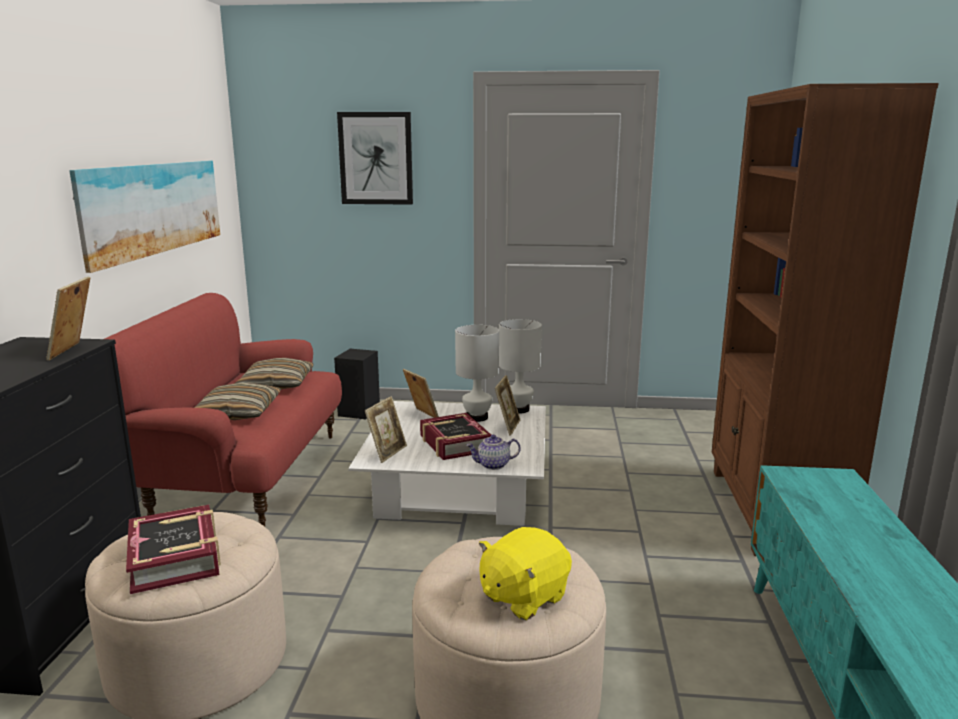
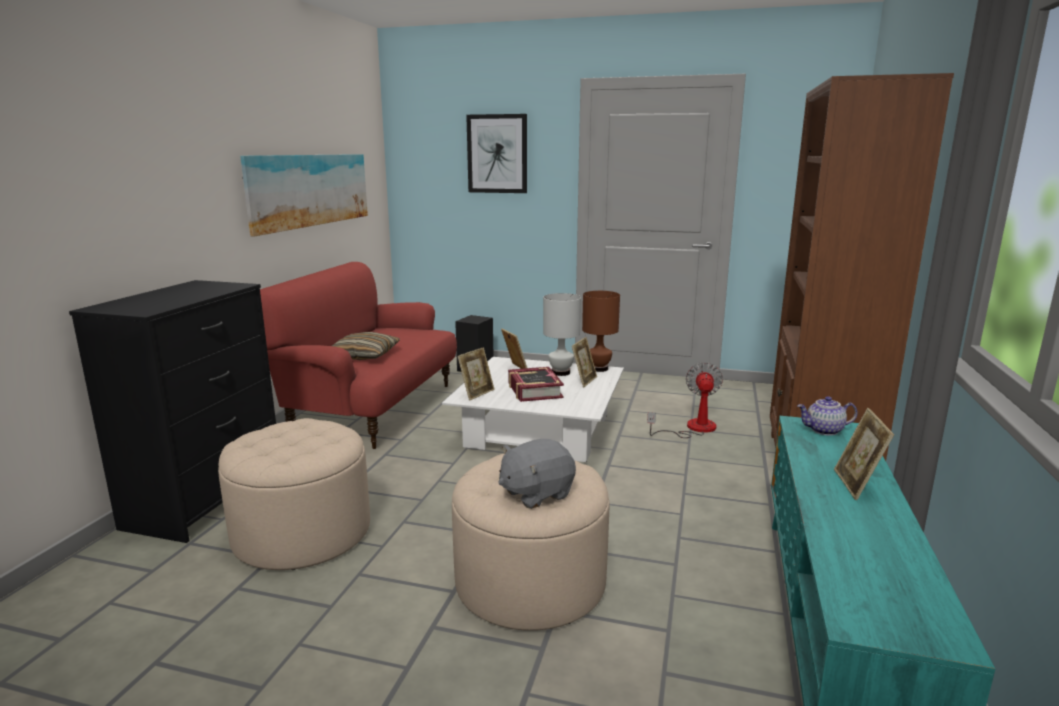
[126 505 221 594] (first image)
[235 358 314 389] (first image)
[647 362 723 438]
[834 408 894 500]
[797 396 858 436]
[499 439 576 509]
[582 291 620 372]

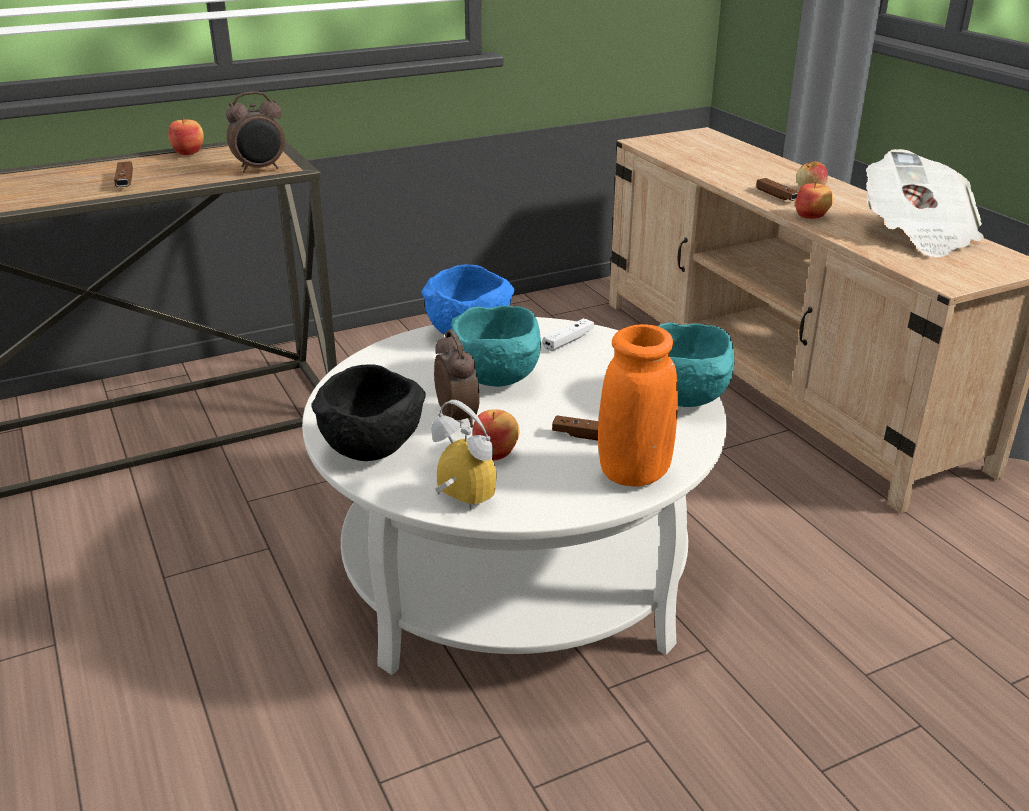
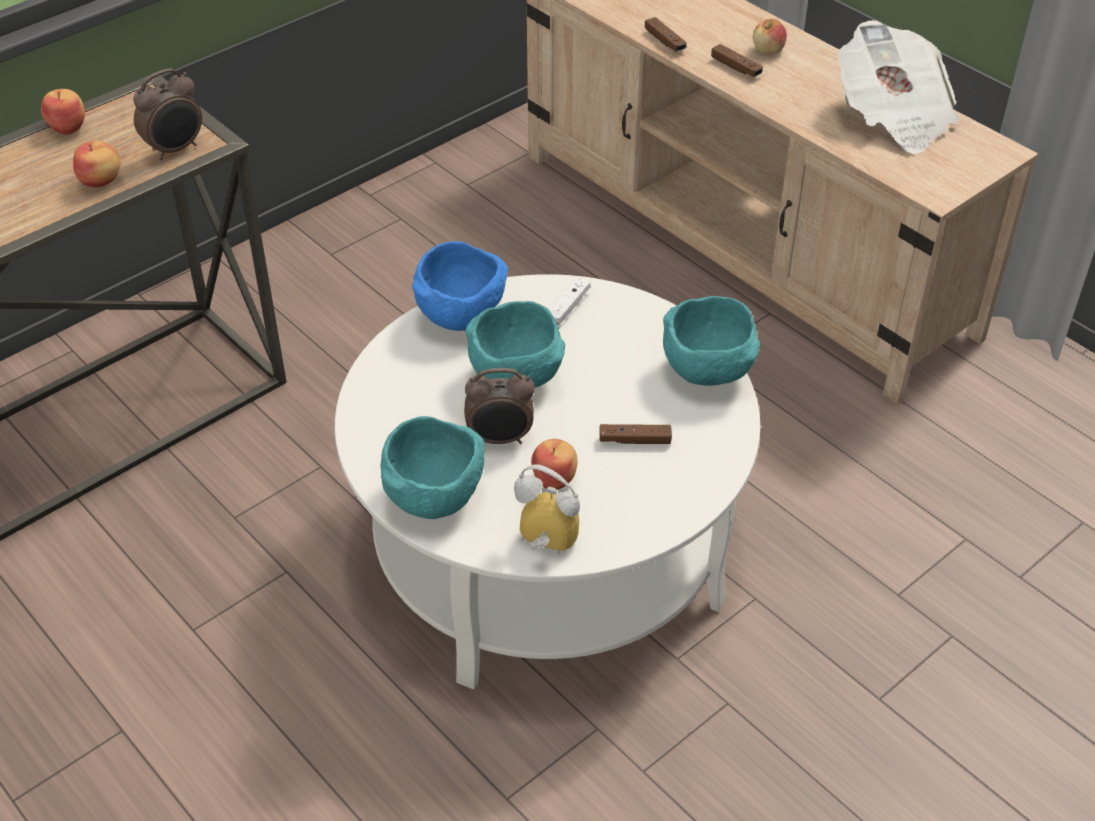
[598 324 678 486] (first image)
[645 17 687 52]
[73 141 120 188]
[381 416 484 519]
[464 368 535 444]

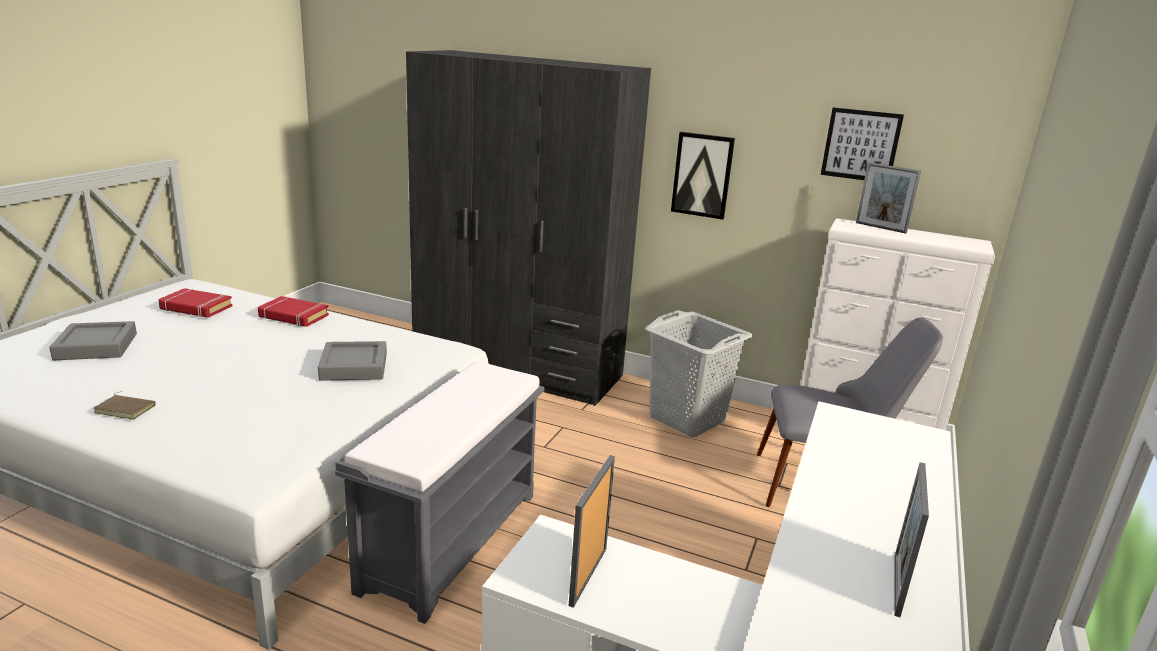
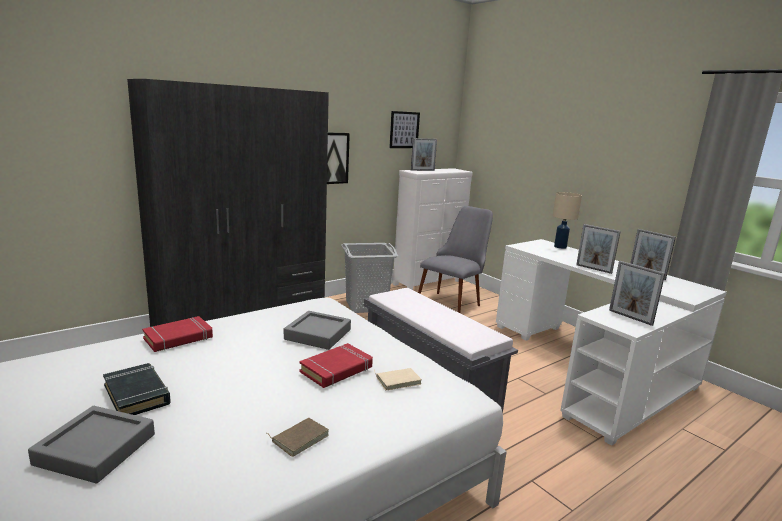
[103 363 171 415]
[374 368 422 390]
[553 192 582 249]
[576 224 621 274]
[299 343 373 388]

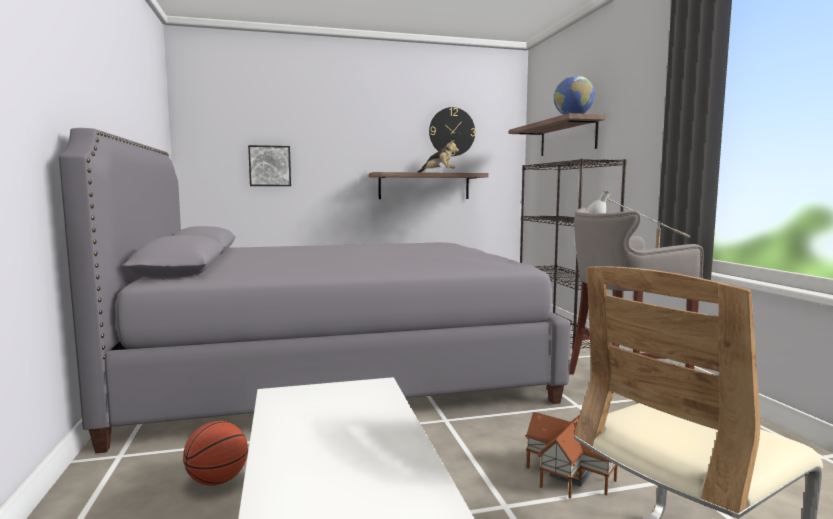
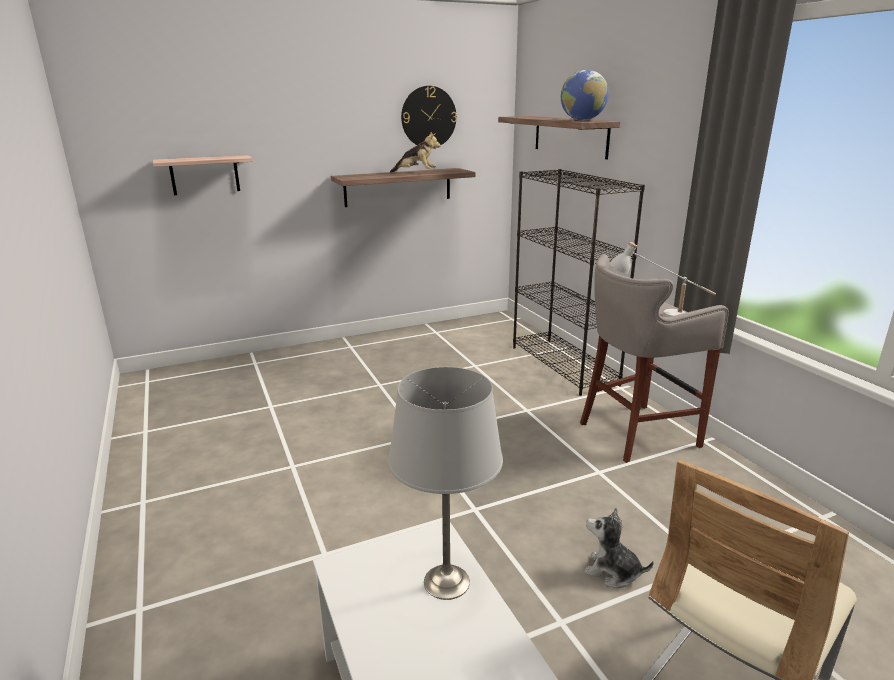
[59 128 571 454] (first image)
[183 421 248 486] (first image)
[388 367 503 600]
[153 155 253 195]
[584 508 654 588]

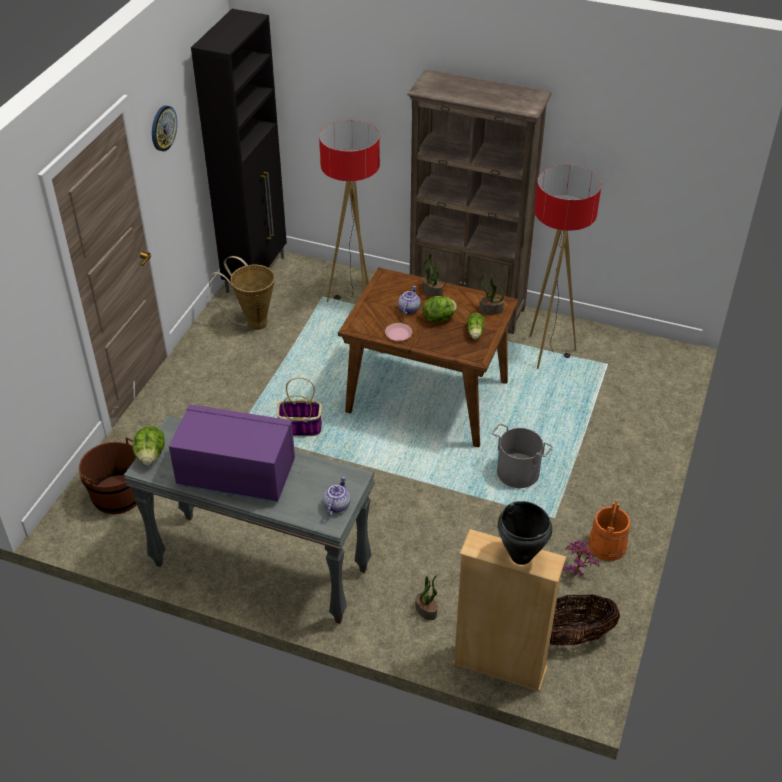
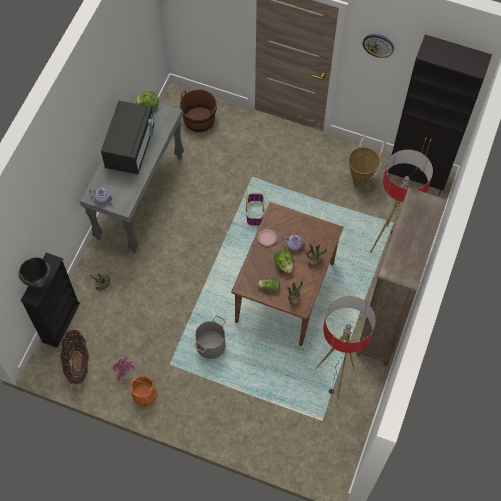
[101 101 154 175]
[21 253 80 348]

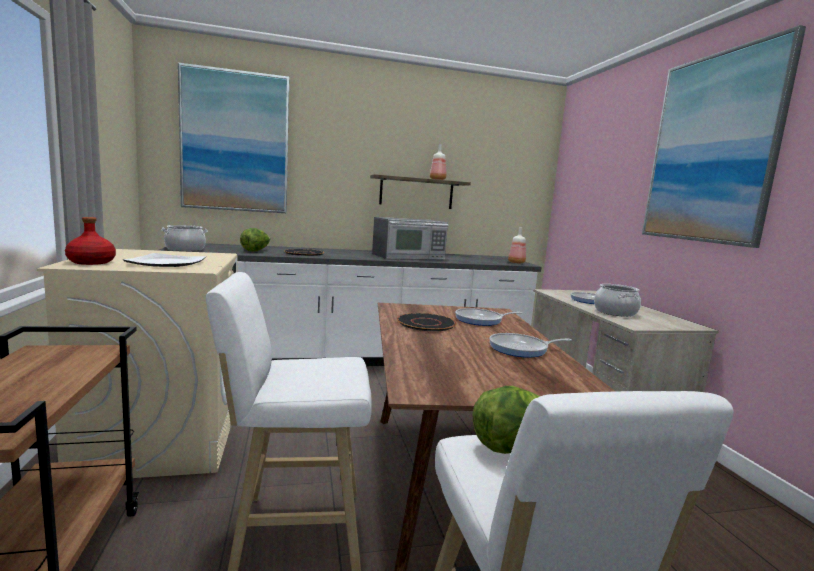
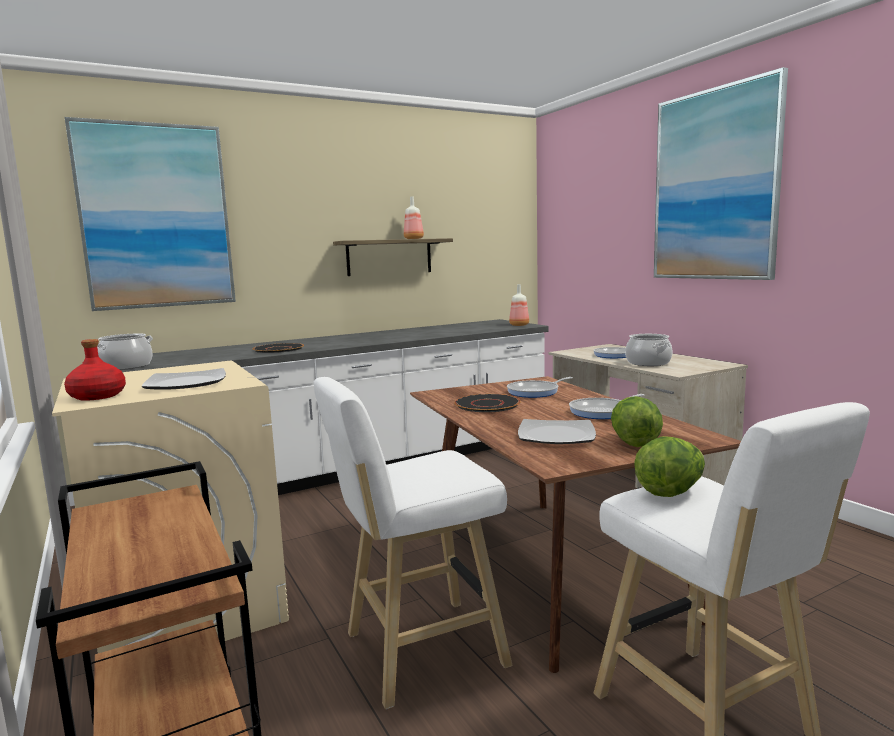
[372 217 449 259] (first image)
[518 419 596 444]
[611 396 663 447]

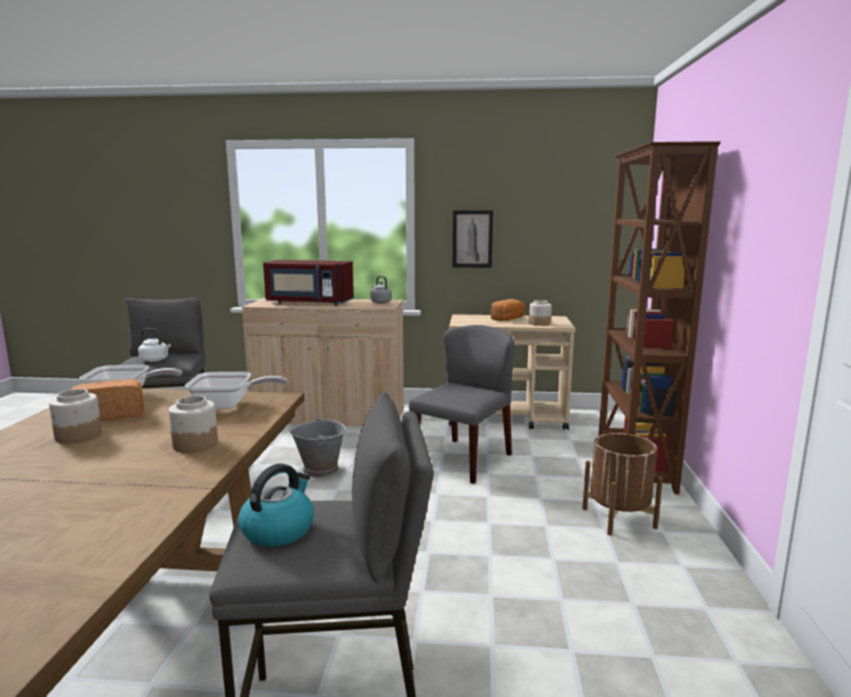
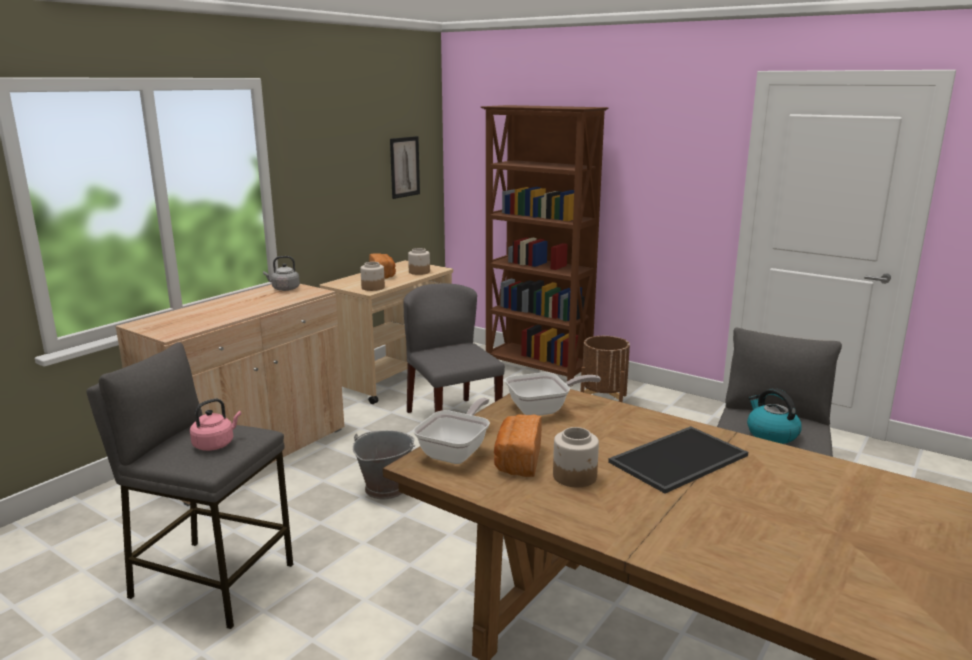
[263 260 354 305] (first image)
[608 426 748 493]
[360 262 385 291]
[390 136 420 199]
[190 398 241 451]
[505 372 601 416]

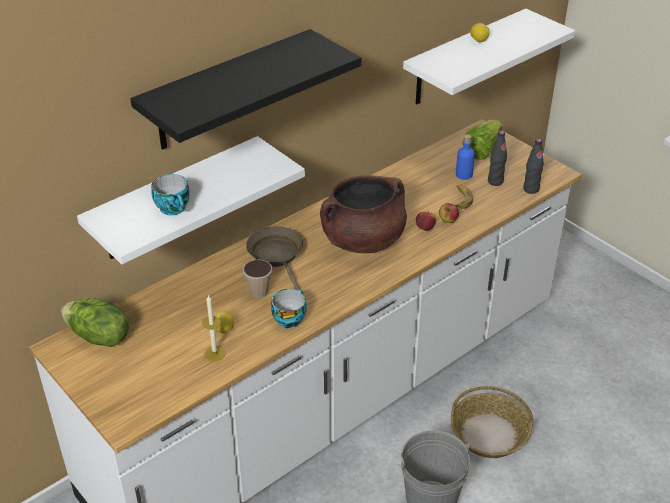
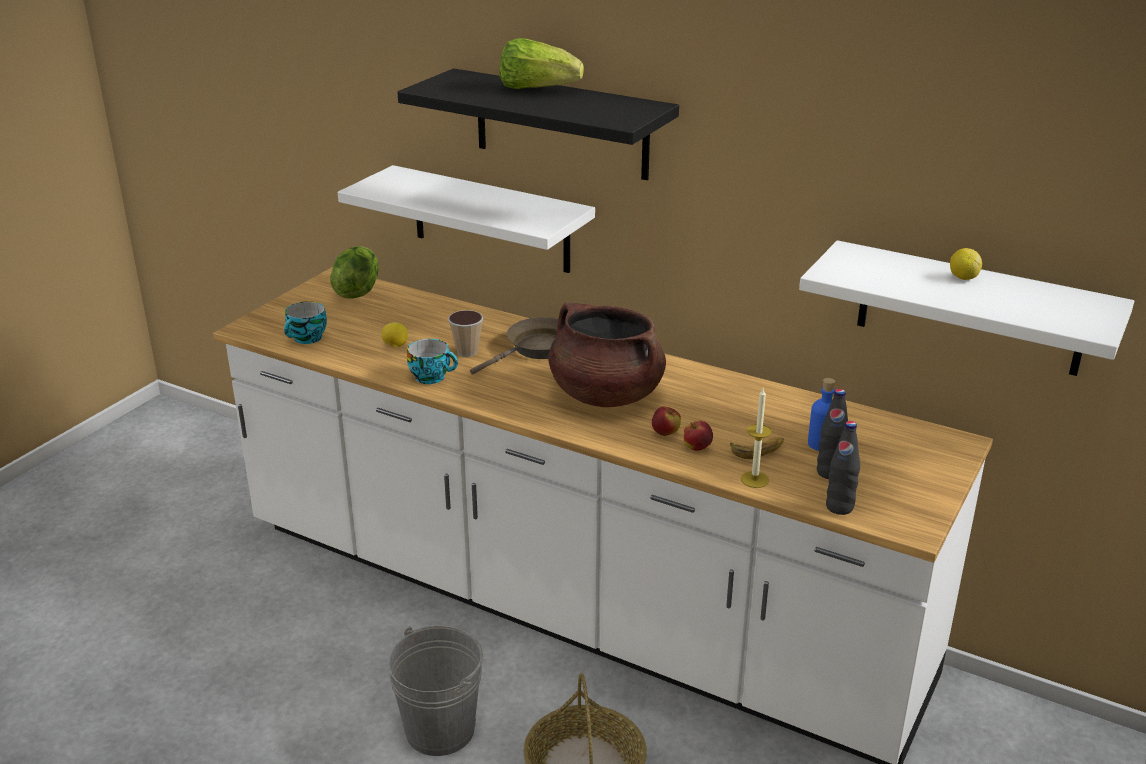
[284 301 327 344]
[741 388 772 488]
[499 38 584 89]

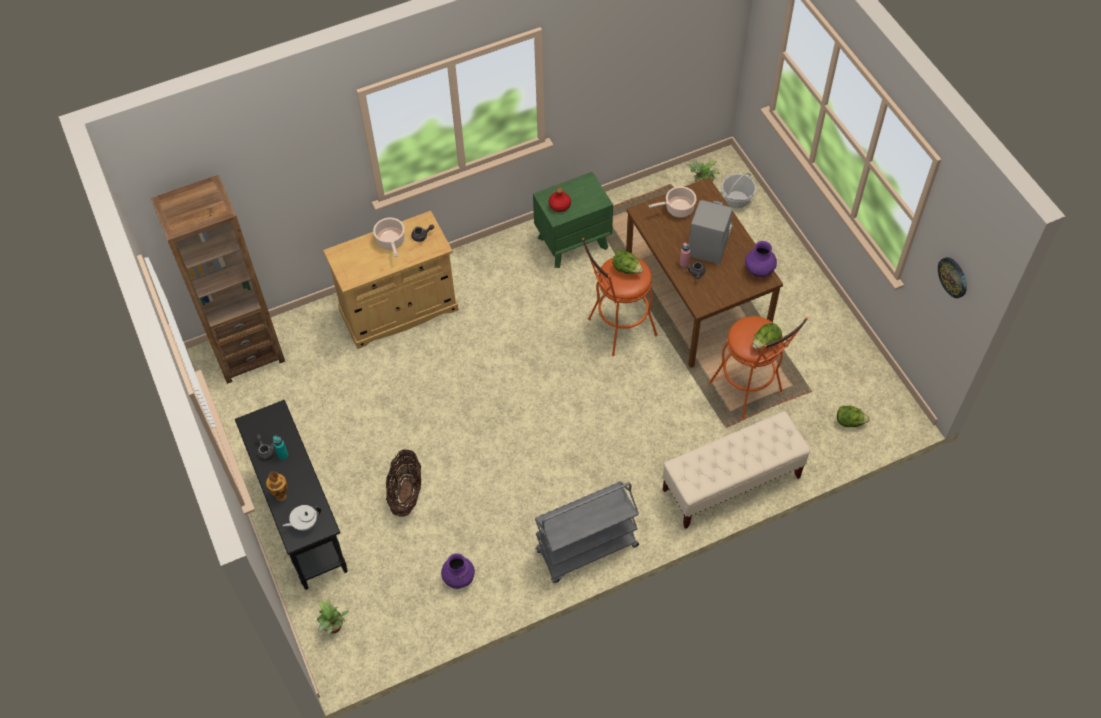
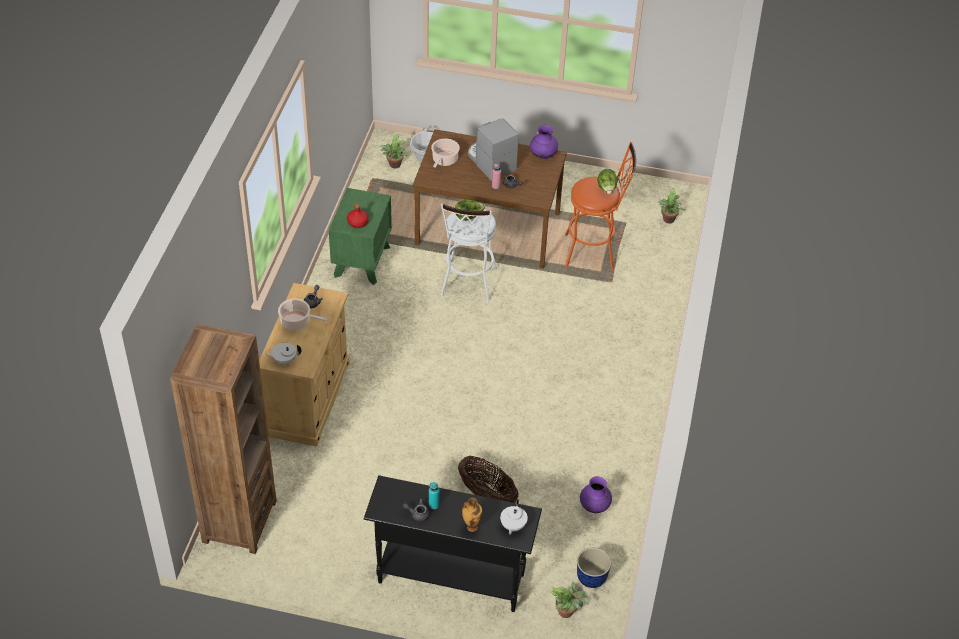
[535 481 639 583] (first image)
[663 411 810 529] (first image)
[938 257 967 298] (first image)
[264 343 301 365]
[577 548 611 588]
[658 188 685 224]
[441 204 497 303]

